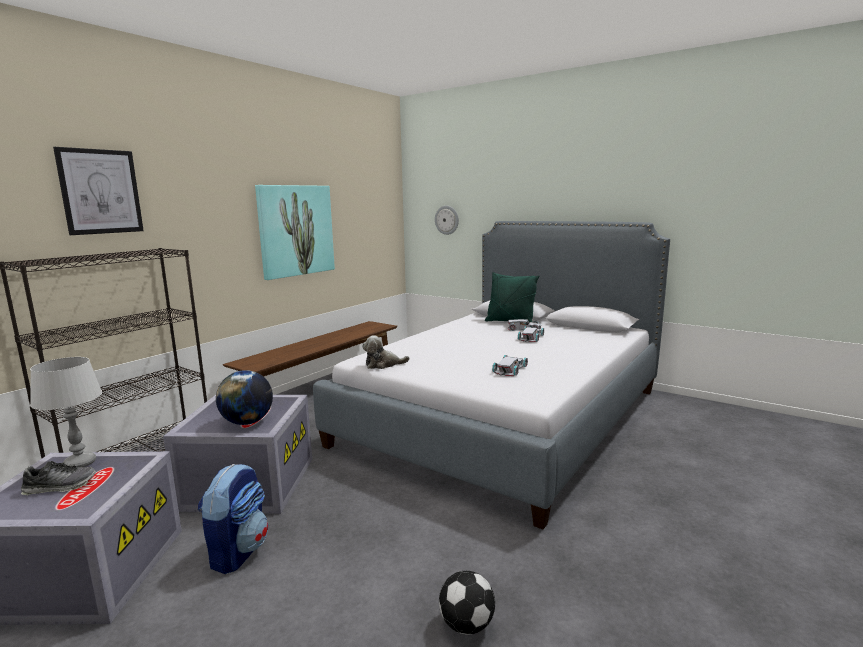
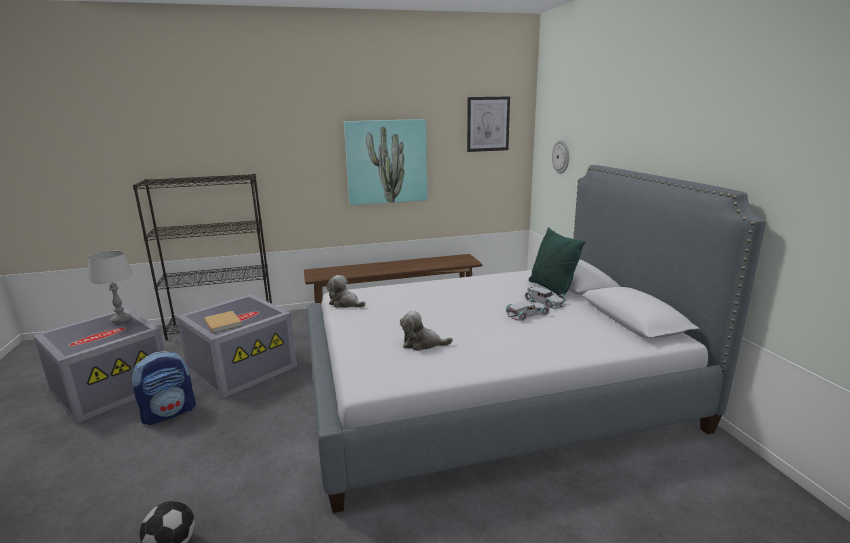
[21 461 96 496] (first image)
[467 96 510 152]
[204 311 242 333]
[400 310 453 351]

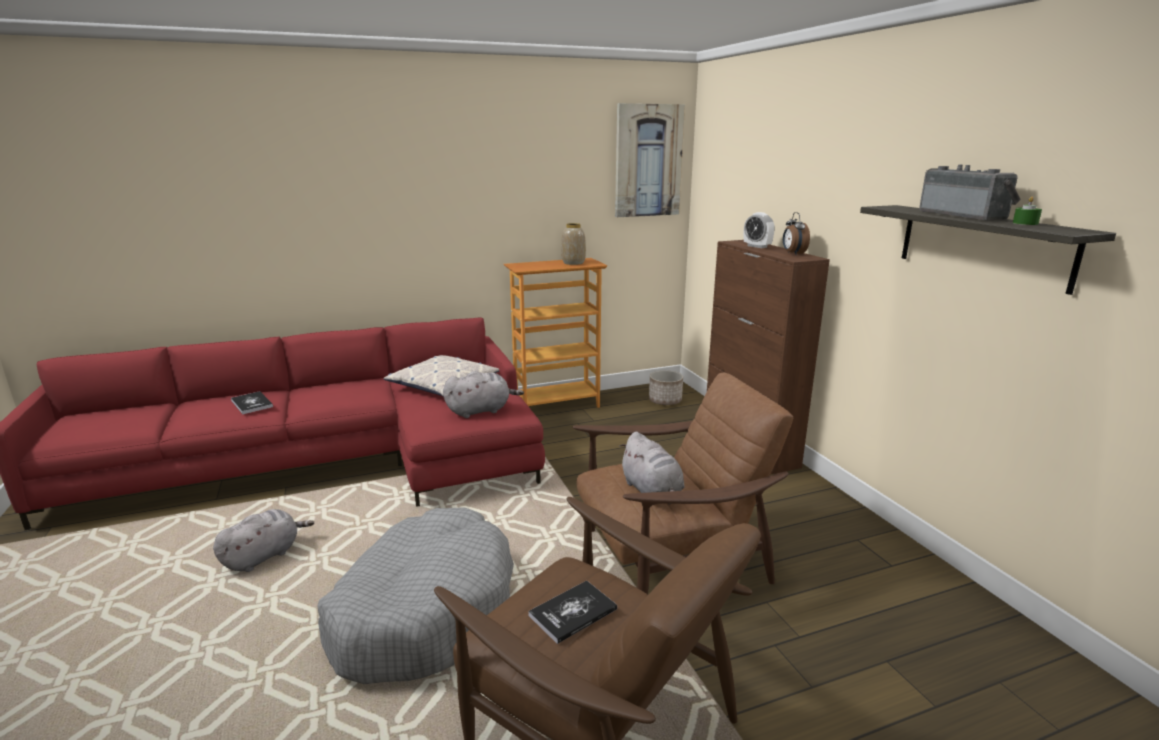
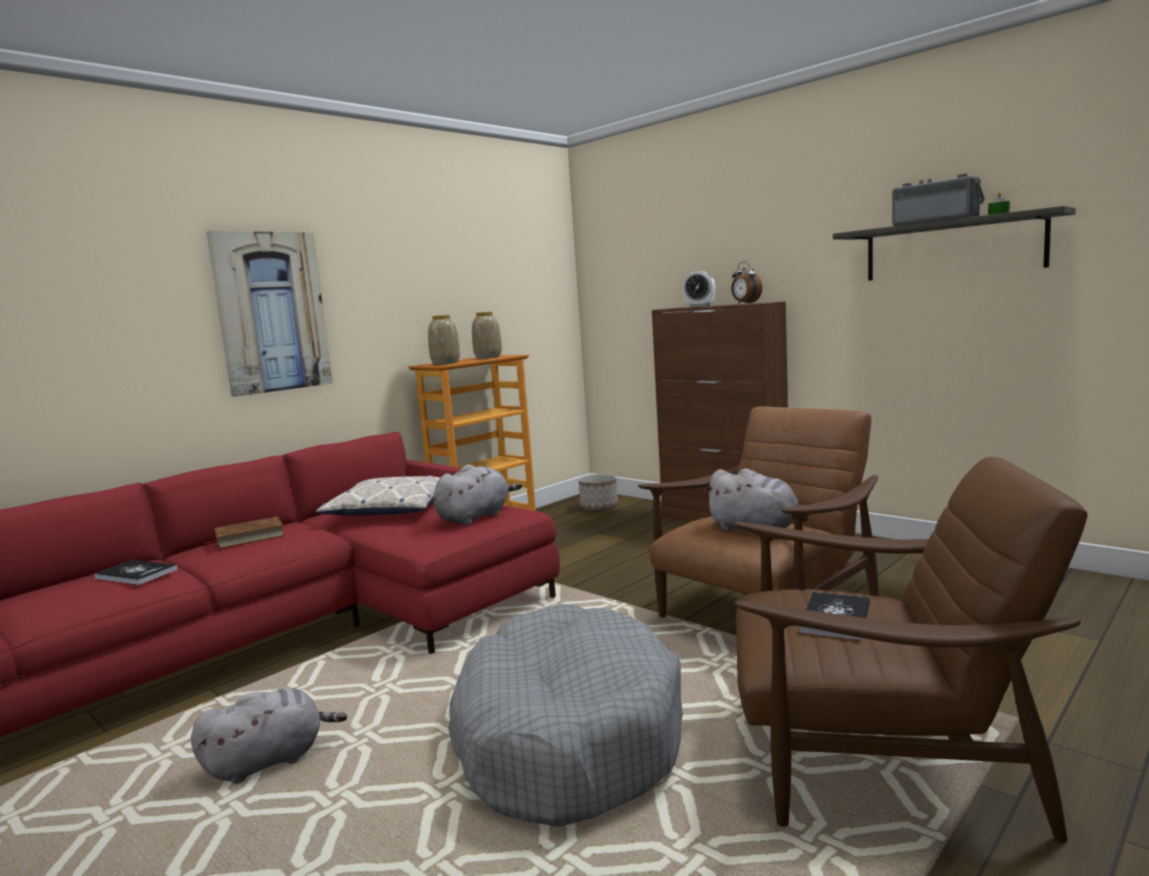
[205 516 285 549]
[428 315 460 365]
[206 231 333 397]
[191 688 347 784]

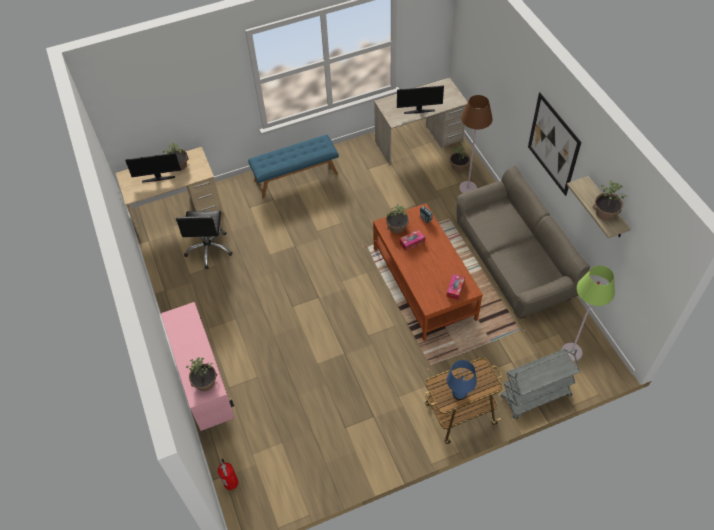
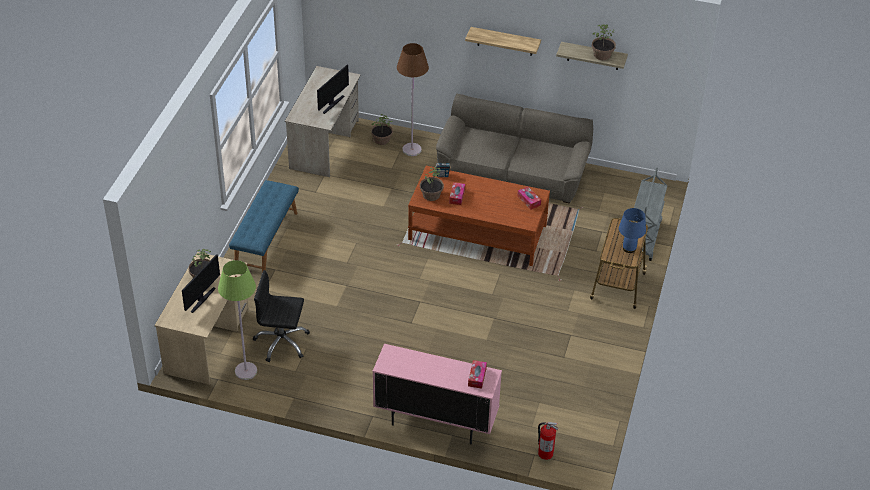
[218 260 257 380]
[468 360 487 389]
[465 27 541 56]
[253 270 310 362]

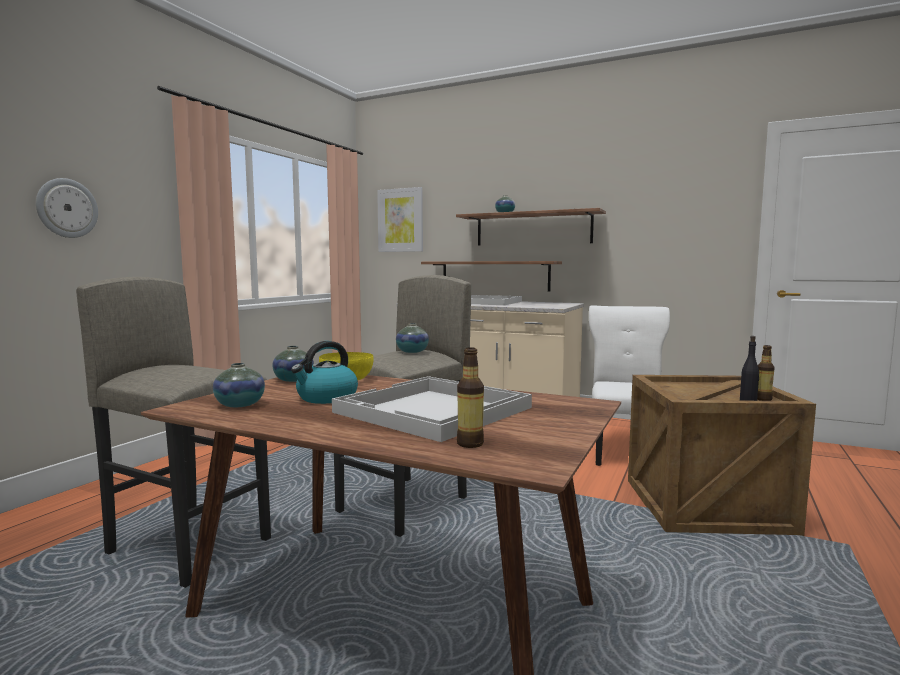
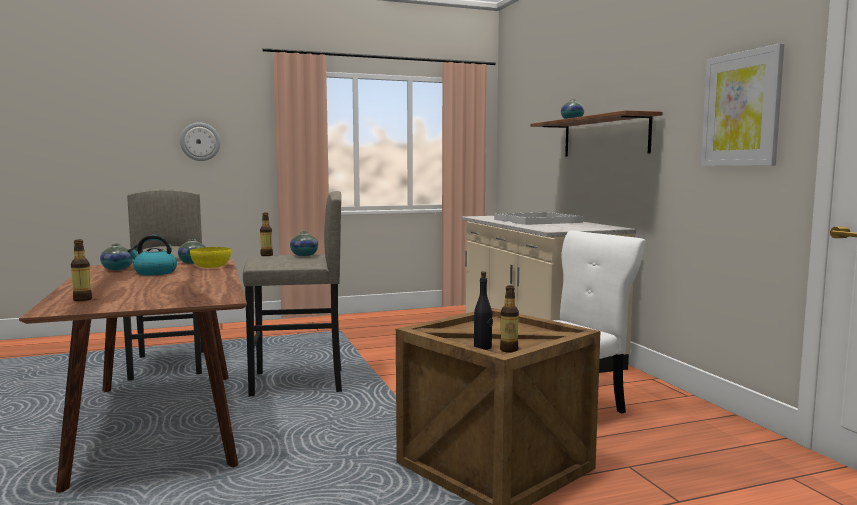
[332 376 532 442] (first image)
[421 261 562 291] (first image)
[260 212 273 256]
[701 43 784 166]

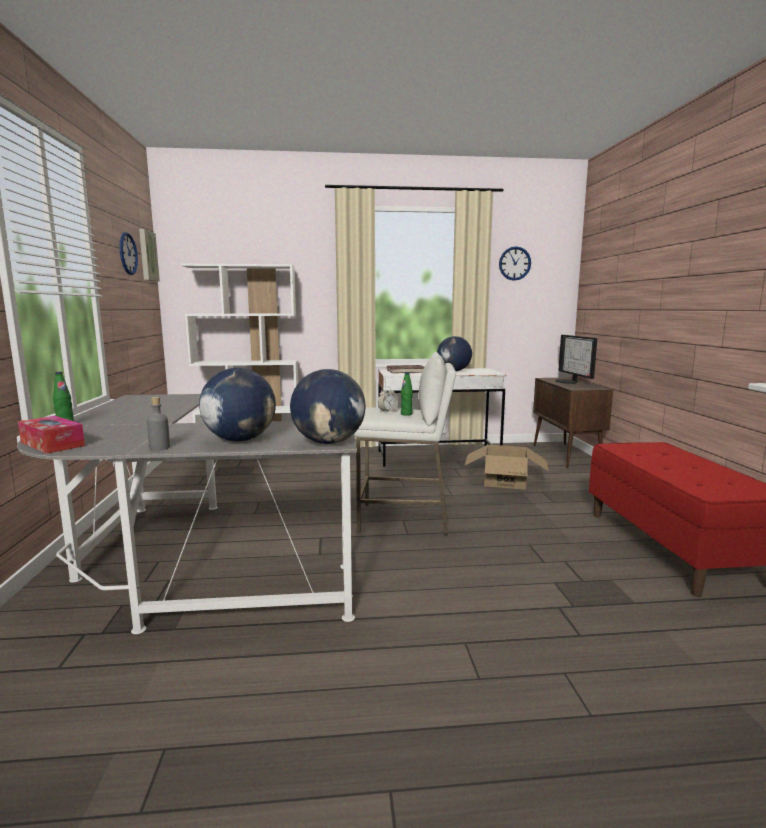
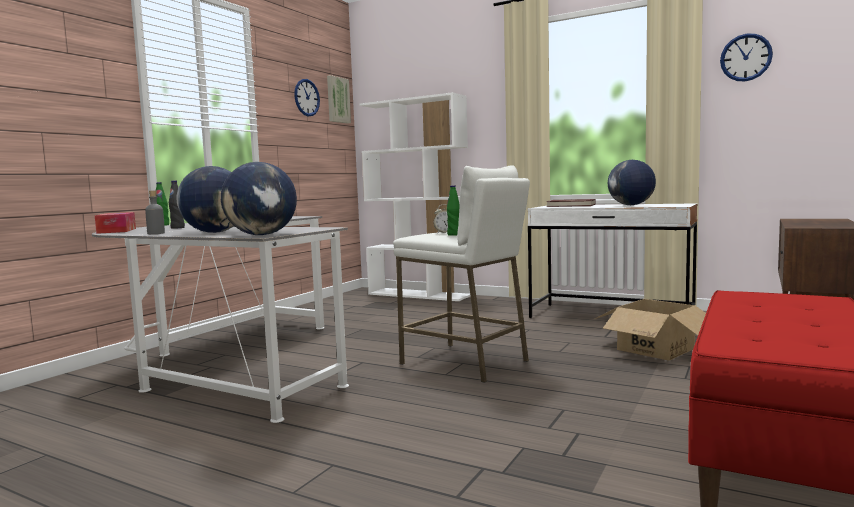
[555 335 597 384] (first image)
[169 181 185 229]

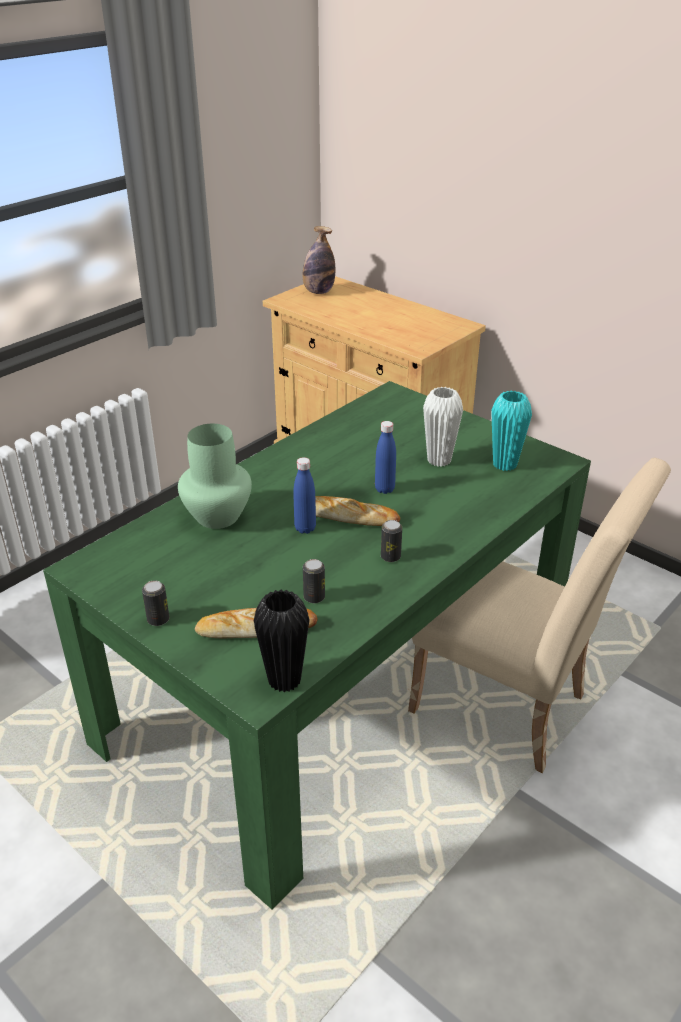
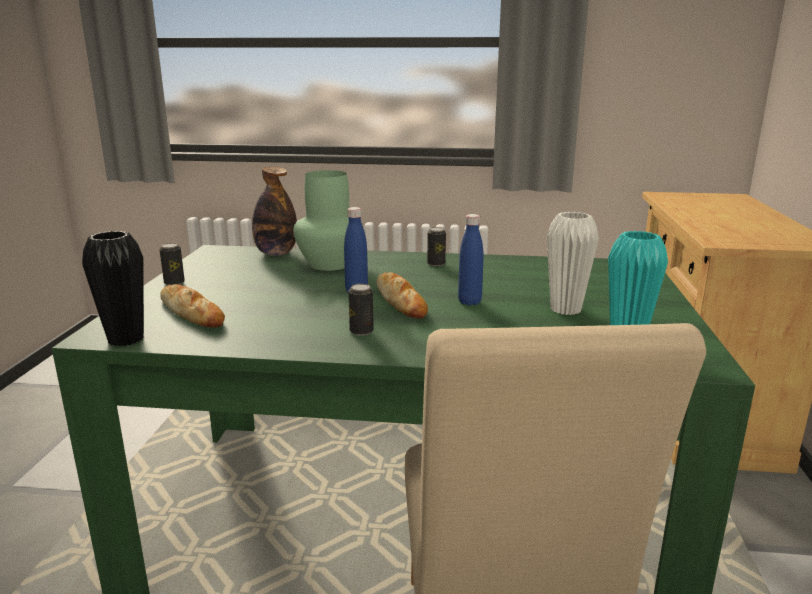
[252 167 297 256]
[427 227 446 266]

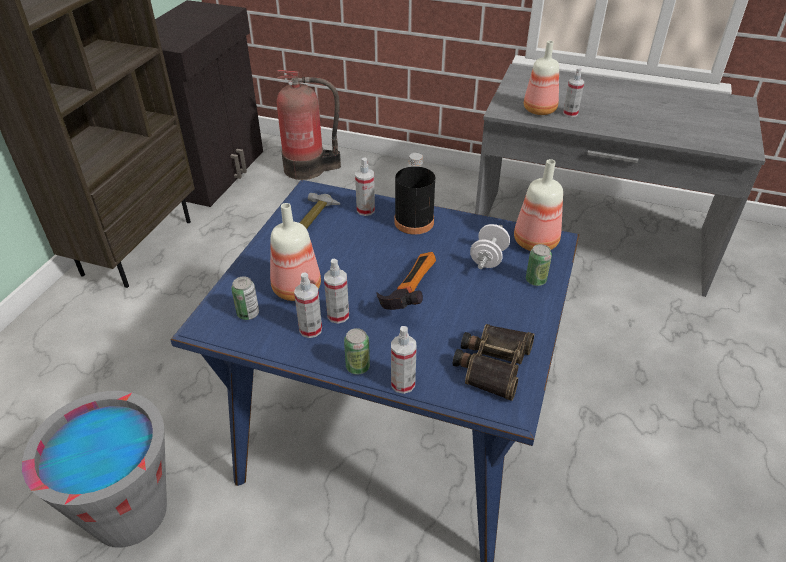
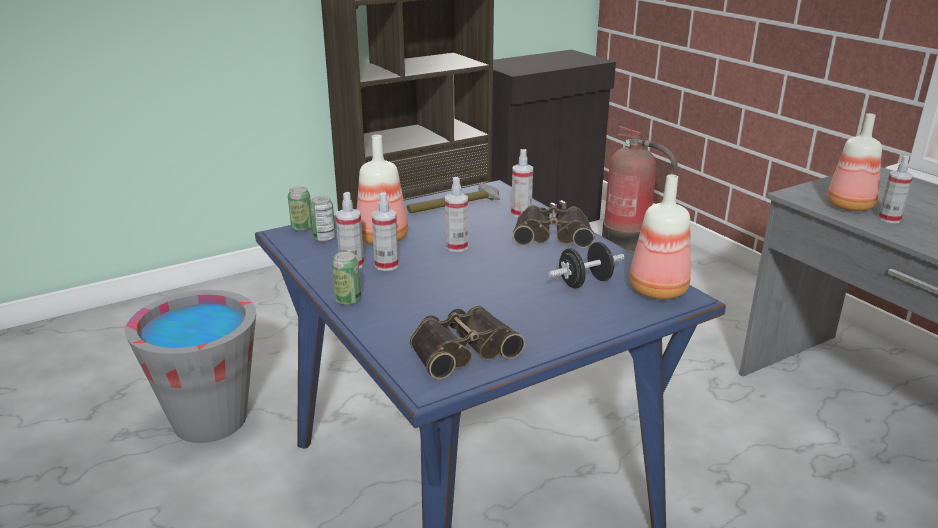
[377 252 436 310] (first image)
[445 177 468 252]
[288 186 312 231]
[513 205 595 248]
[548 242 624 288]

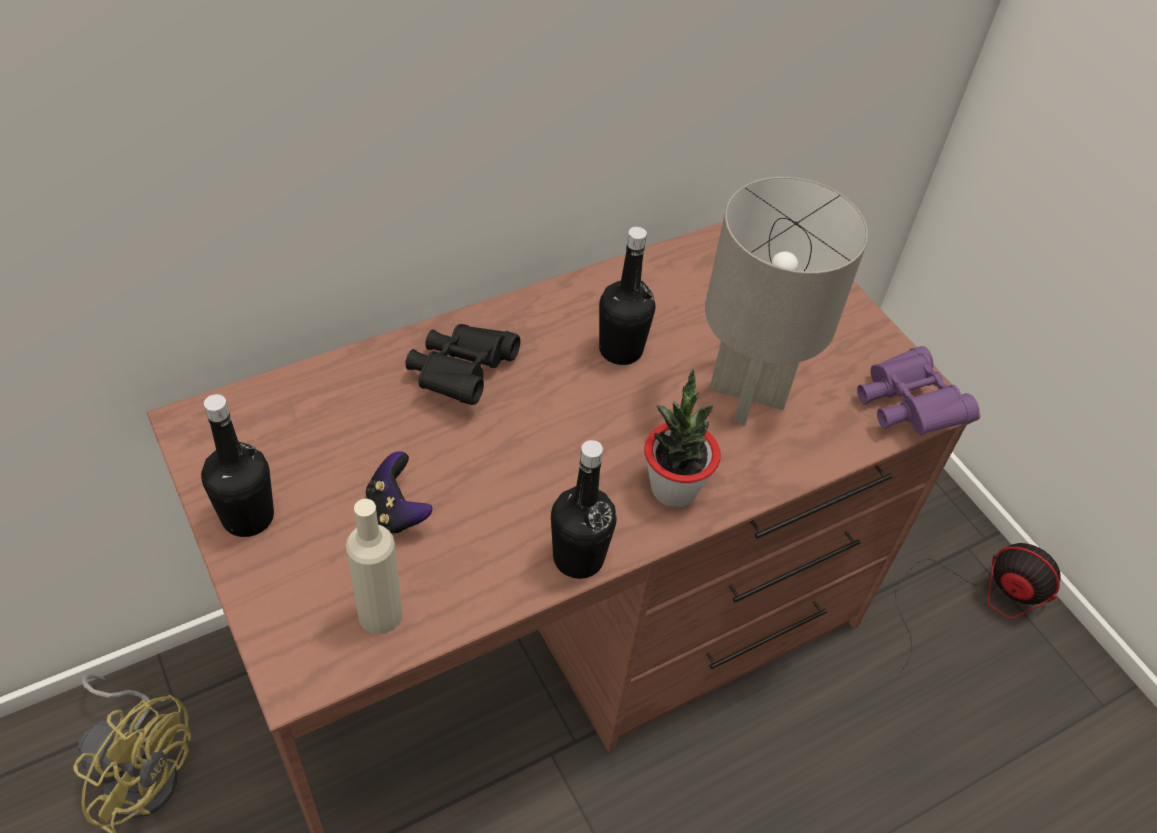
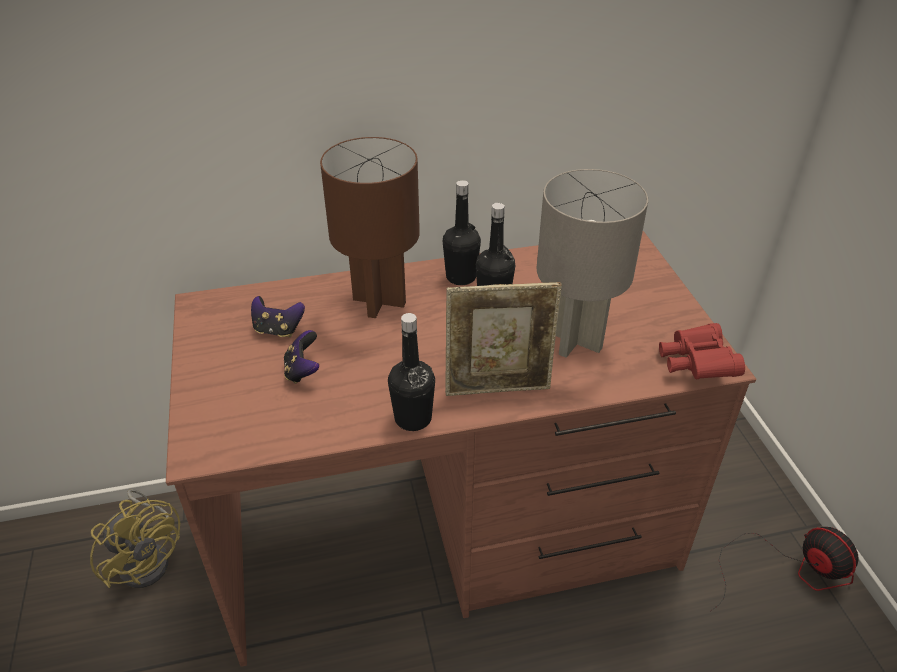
[346 499 402 634] (first image)
[251 296 305 337]
[443 180 481 285]
[320 137 420 318]
[445 282 562 396]
[659 323 745 379]

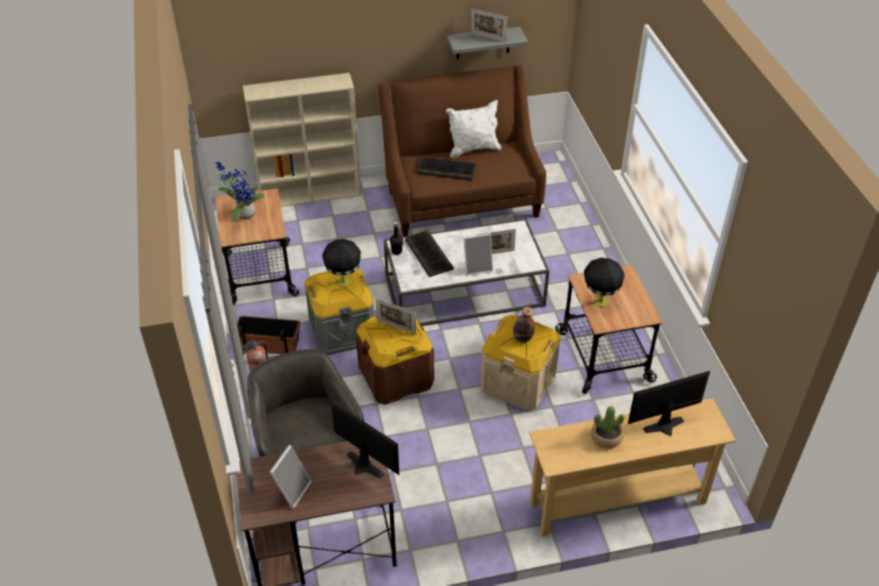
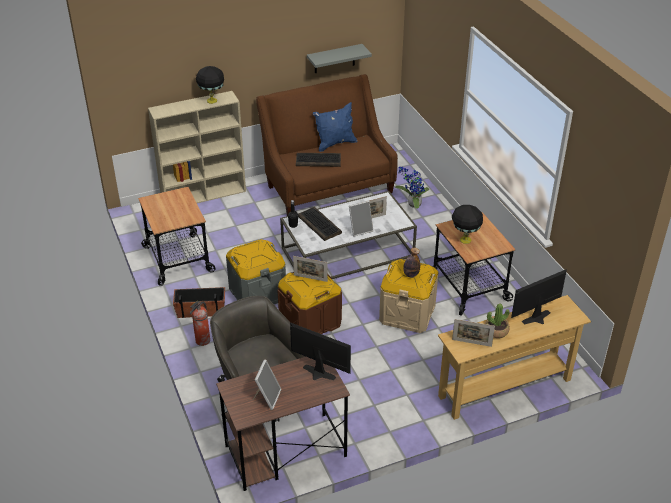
[395 167 429 209]
[196 66 224 104]
[452 319 495 347]
[313 102 357 152]

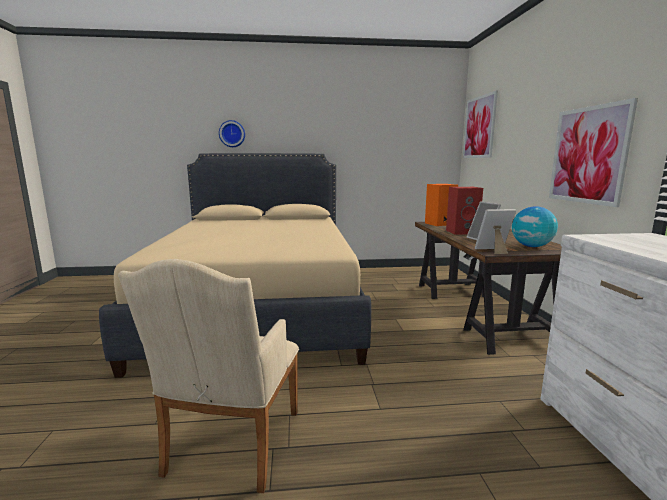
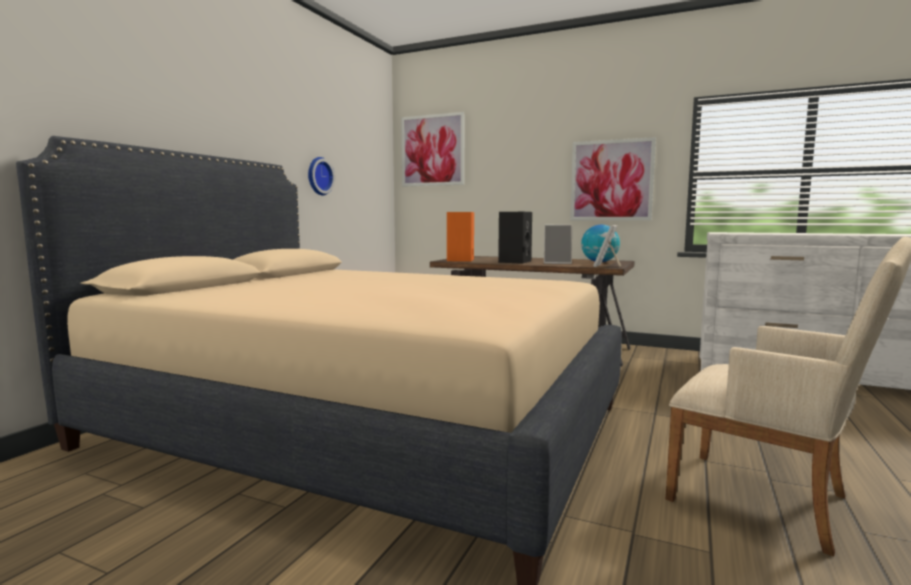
[308 157 335 195]
[498 212 532 264]

